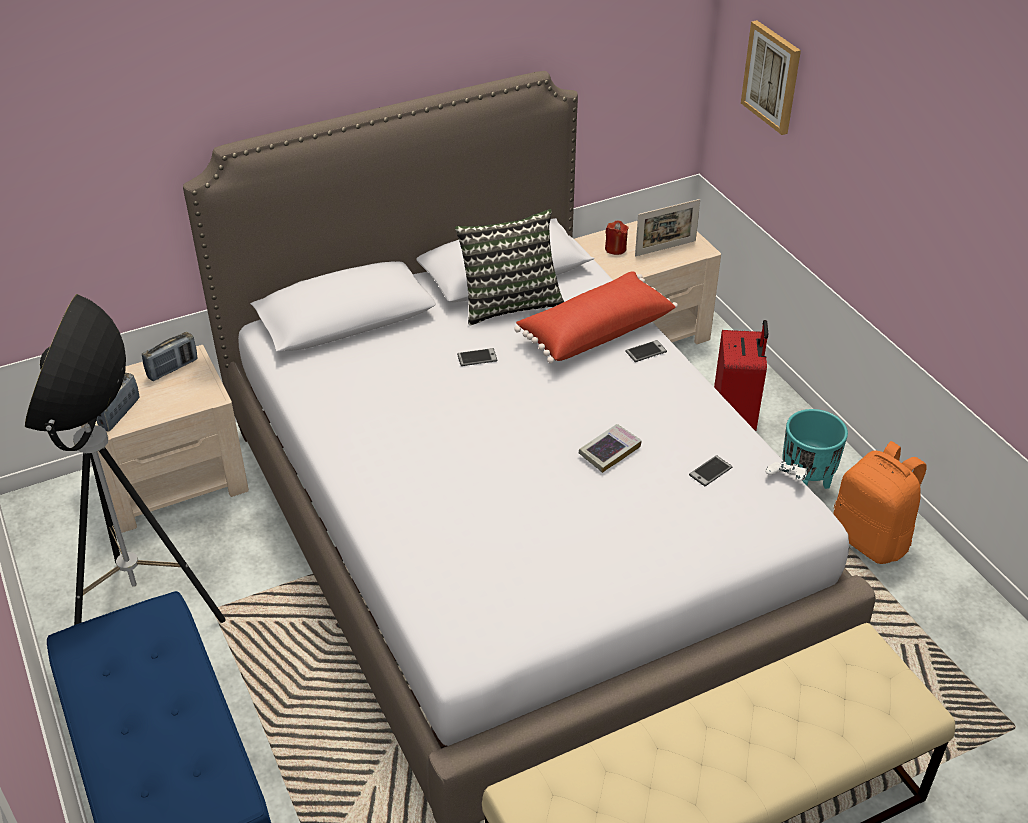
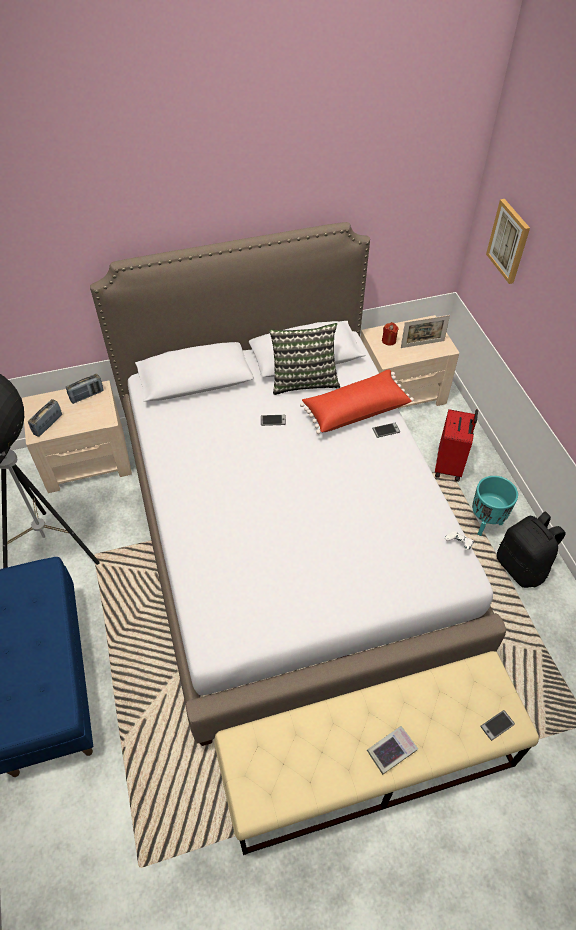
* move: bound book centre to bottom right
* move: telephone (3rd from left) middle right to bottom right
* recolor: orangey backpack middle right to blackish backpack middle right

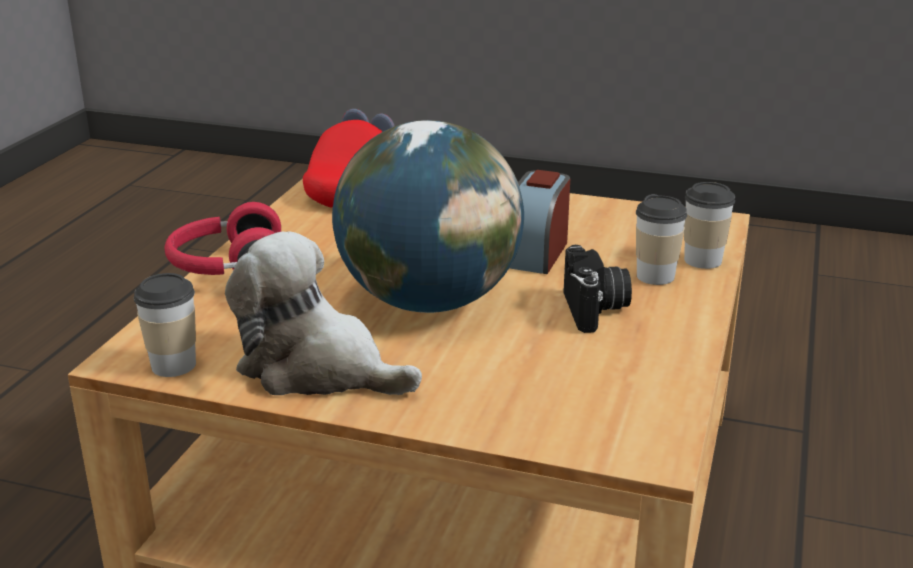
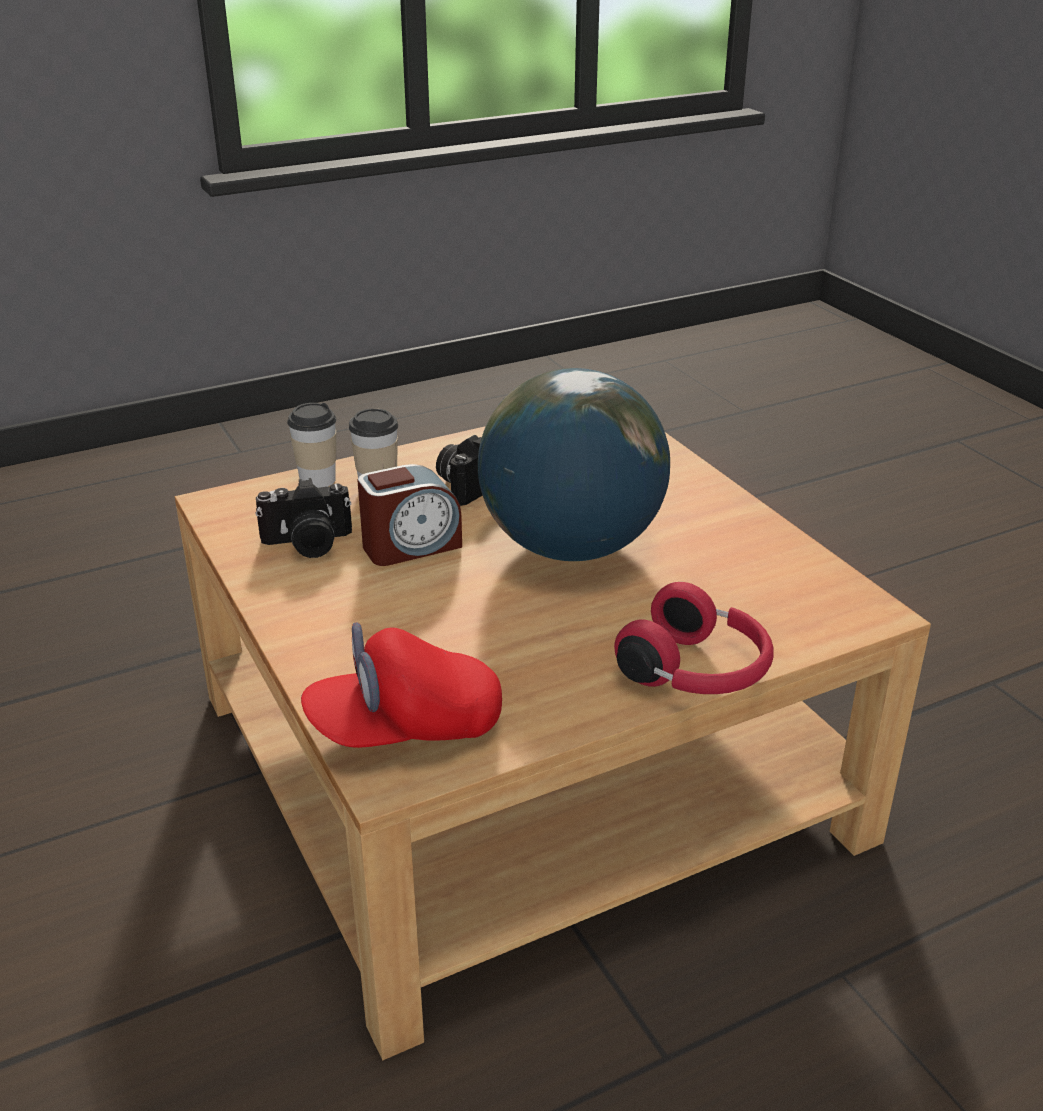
* insert: photo camera (1st from left) middle left
* delete: small cup (1st from left) middle left
* delete: plush toy centre

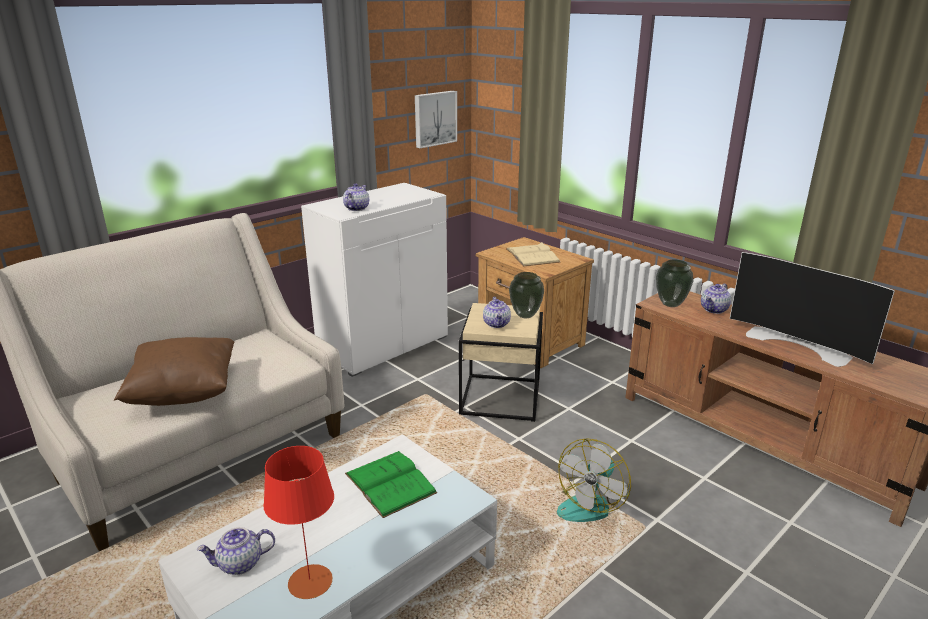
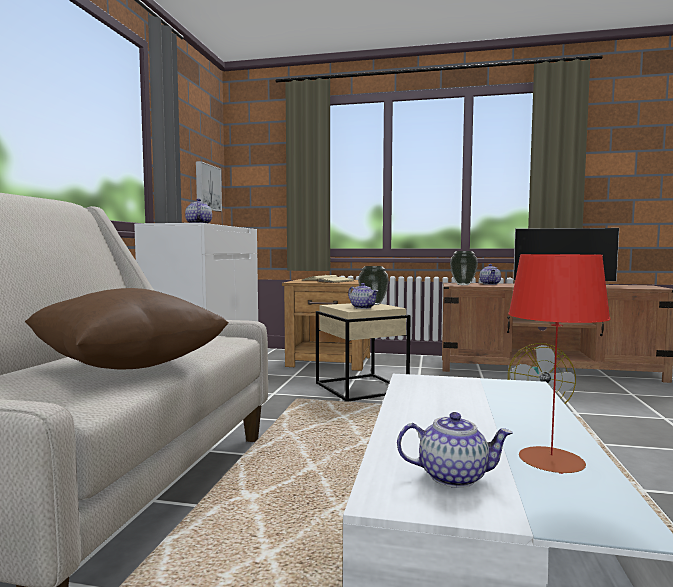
* rotate: tea pot (1st from left in the first image) bottom left = bottom right 120 degrees counterclockwise
* delete: green bound book bottom centre

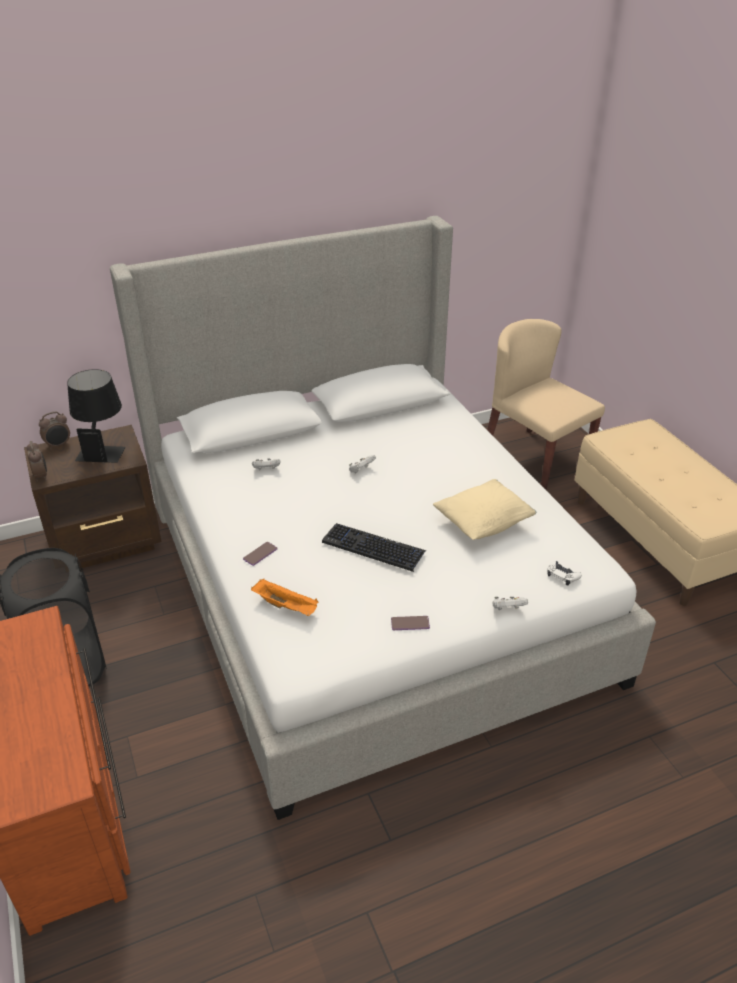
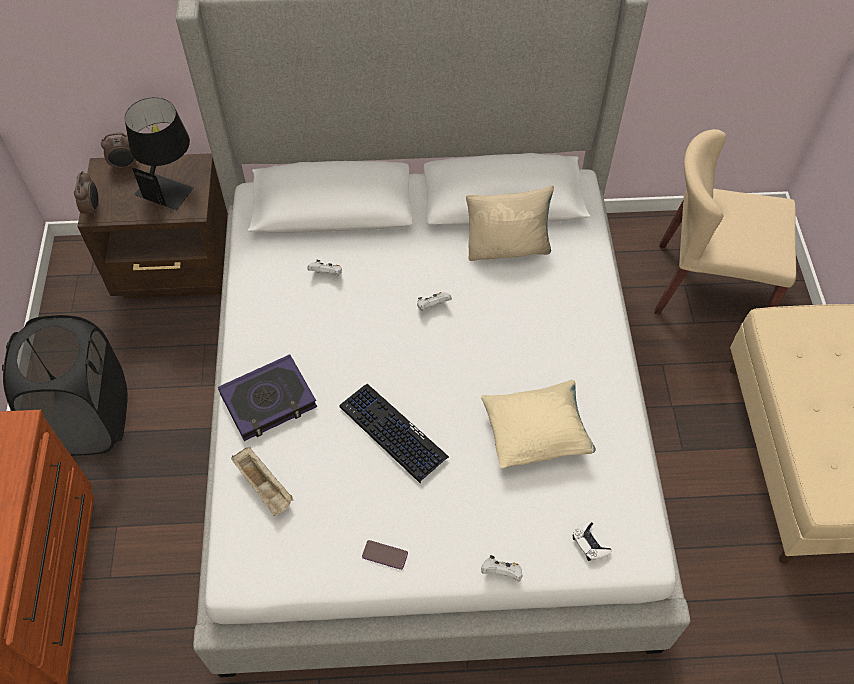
* replace: telephone (1st from left) centre to bound book middle left
* recolor: orangey carrying tray centre to beige-coloured carrying tray bottom left
* insert: beige-coloured cushion (1st from left) top centre
* rotate: beige-coloured upright chair middle right = top right 60 degrees counterclockwise

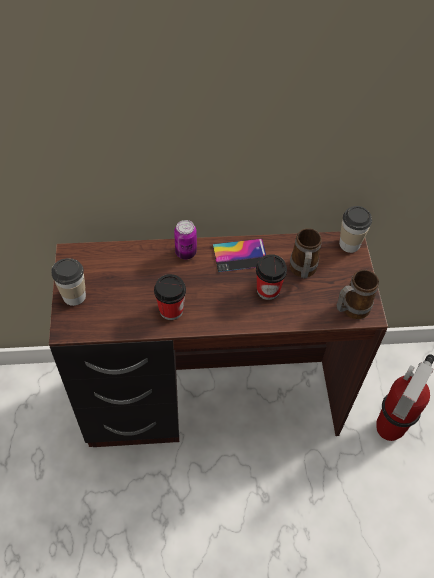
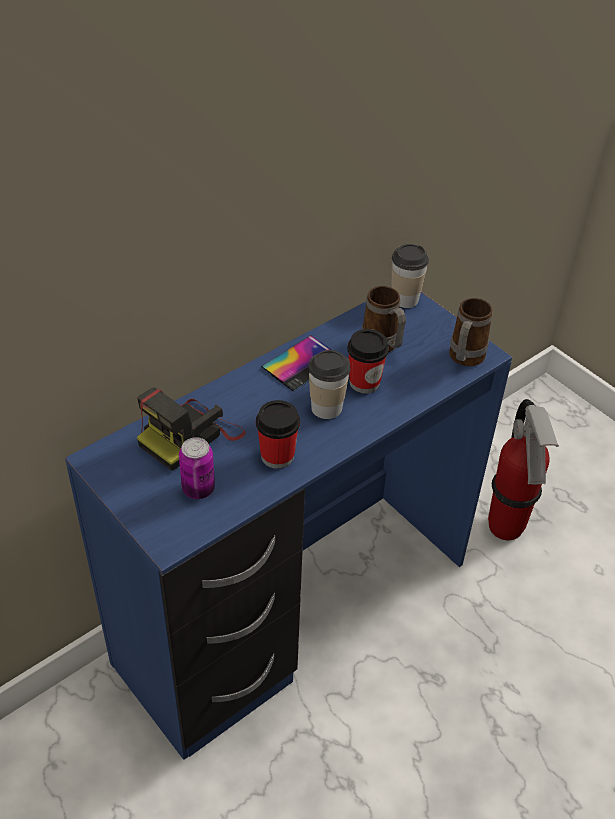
* recolor: brownish desk table centre to blue-coloured desk table centre
* insert: photo camera middle left
* move: metal can centre to middle left
* move: small cup (1st from left in the first image) middle left to small cup (2nd from left) centre

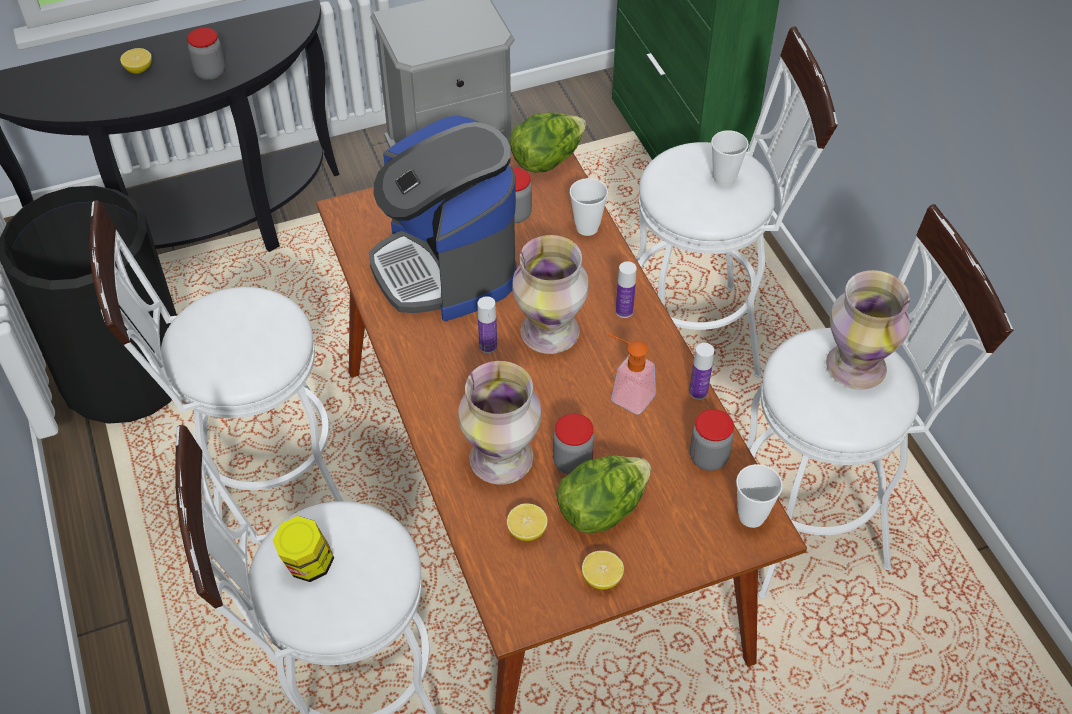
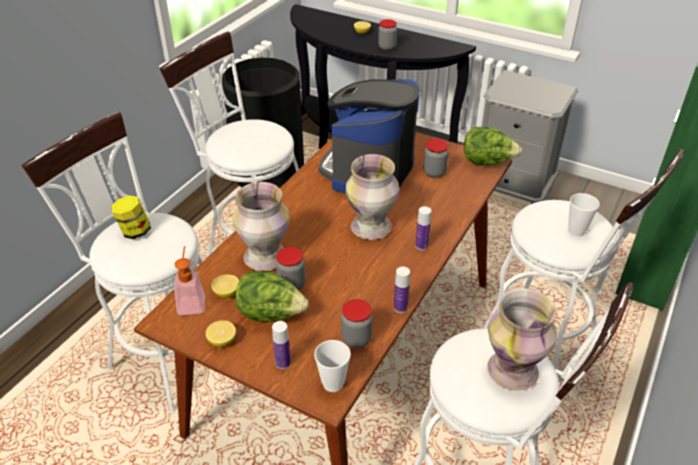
* move: soap bottle centre to middle left
* move: beverage bottle (1st from left) centre to bottom centre
* delete: small cup (1st from left) top centre

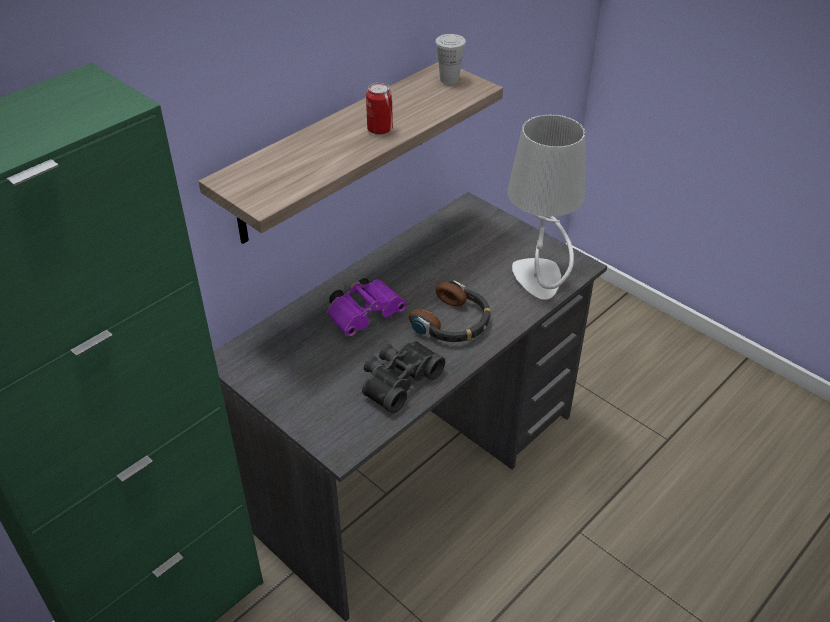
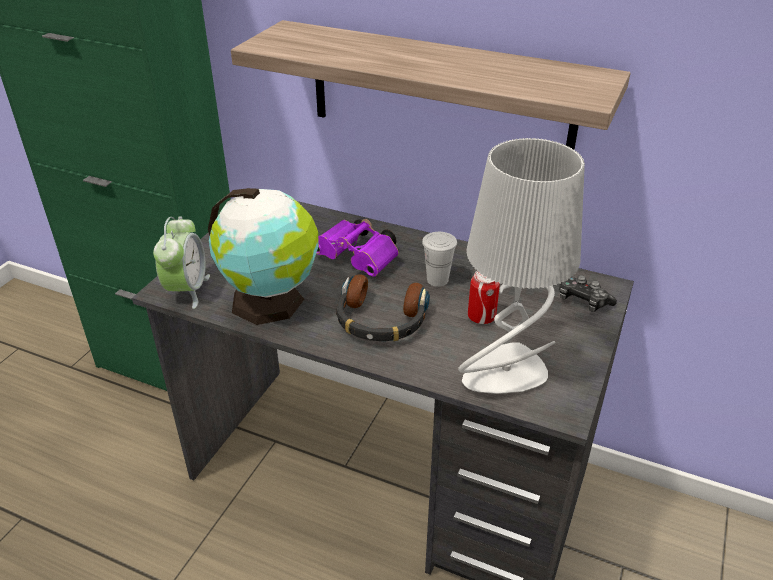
* insert: table clock middle left
* replace: blackish field glasses centre to desk globe centre
* move: white-coloured small cup top centre to centre
* move: metal can top centre to centre
* insert: game controller middle right

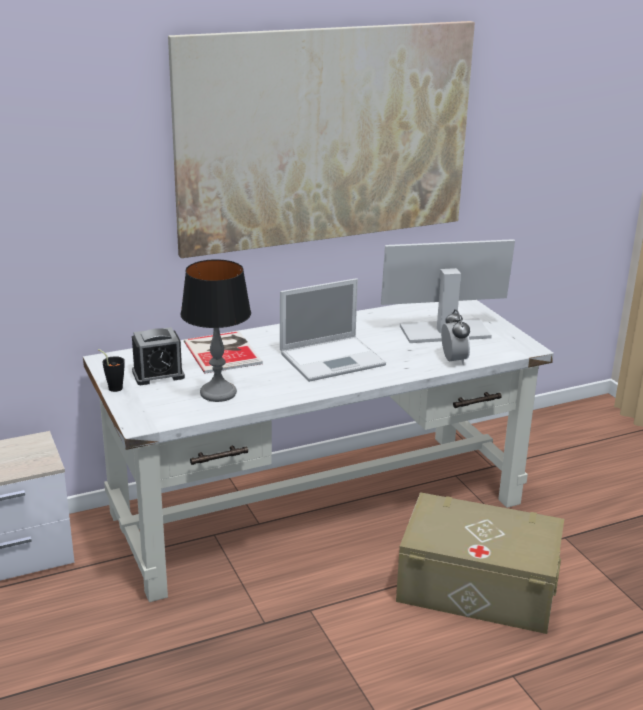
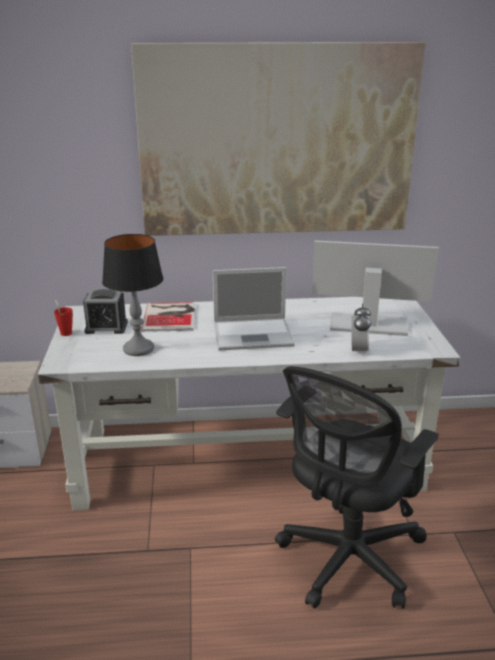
* recolor: blackish small cup middle left to red-coloured small cup middle left
* replace: beige-coloured storage container bottom right to blackish computer chair bottom right

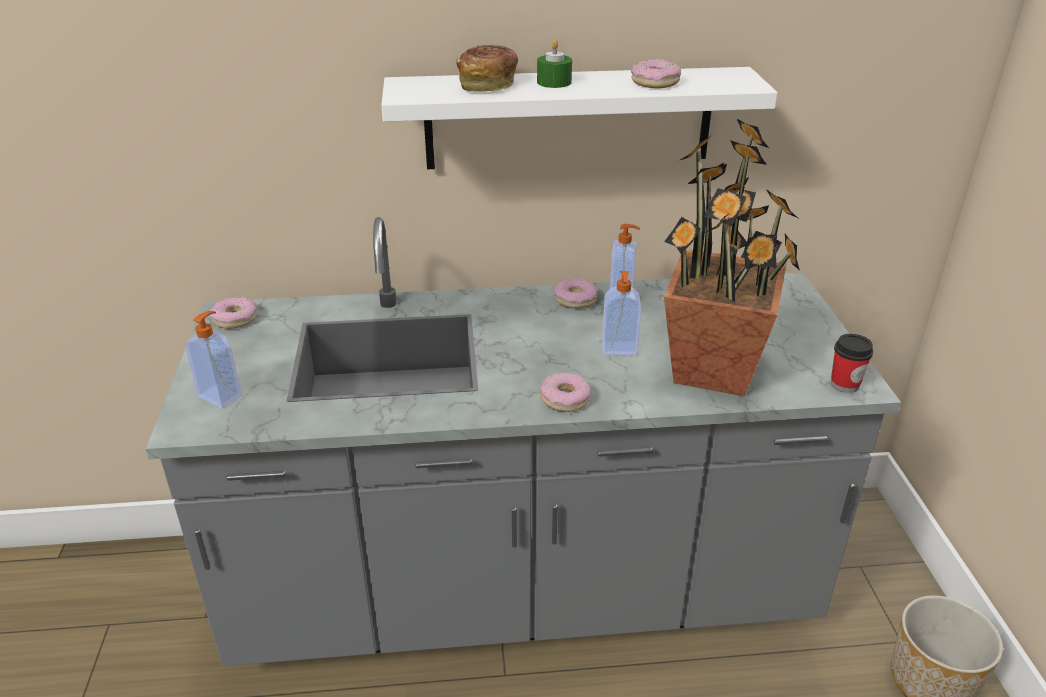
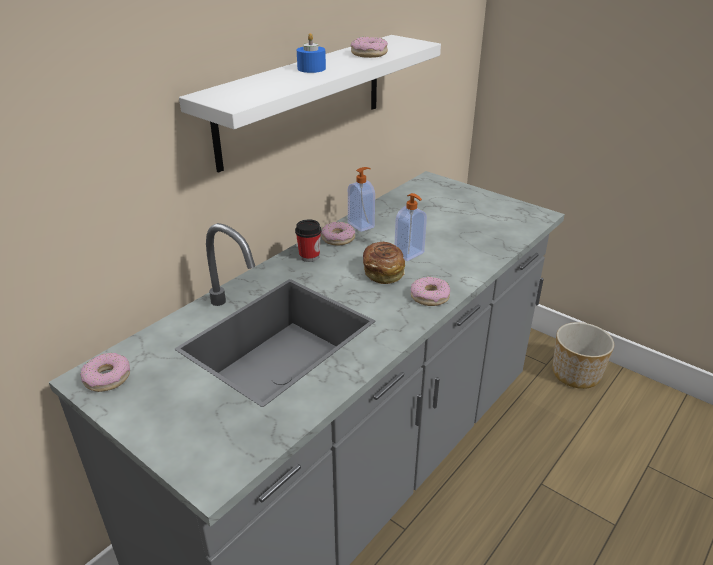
* move: small cup middle right to centre
* recolor: green wax light top centre to blue-coloured wax light top centre
* move: bread top centre to centre
* delete: soap bottle (1st from left) middle left
* delete: plant in a pot middle right

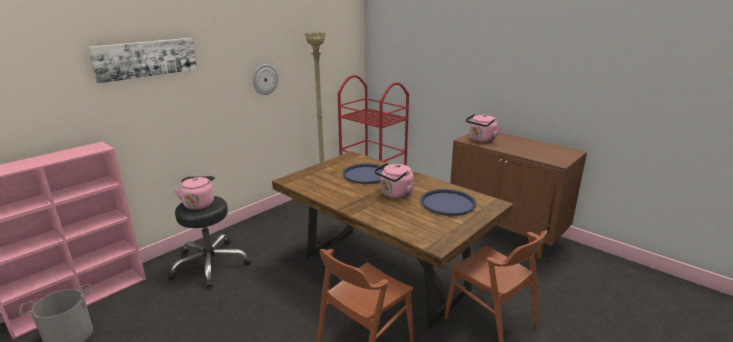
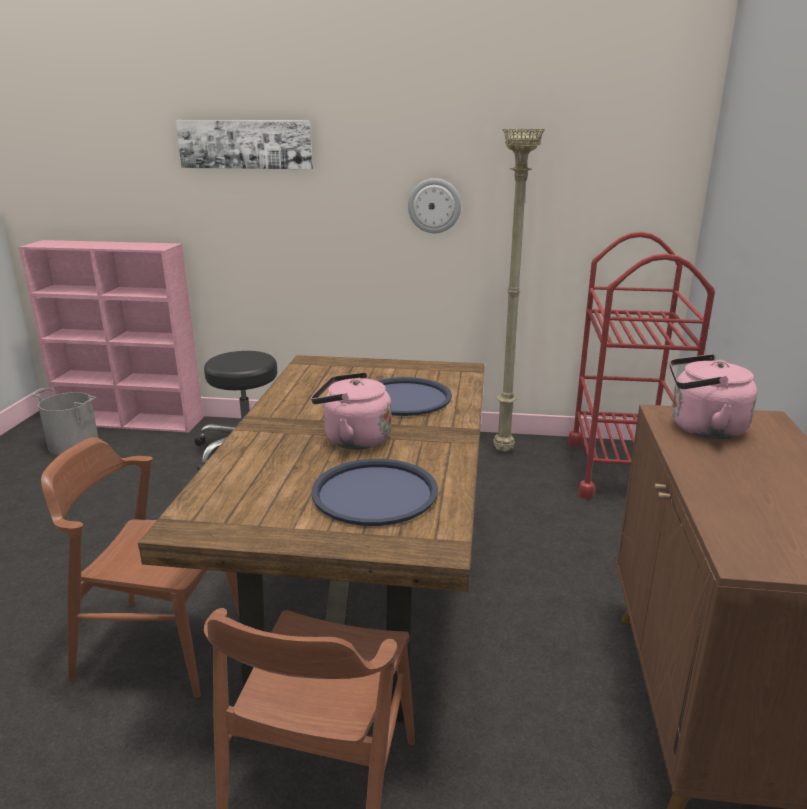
* delete: pink-coloured tea kettle (1st from left) middle left

